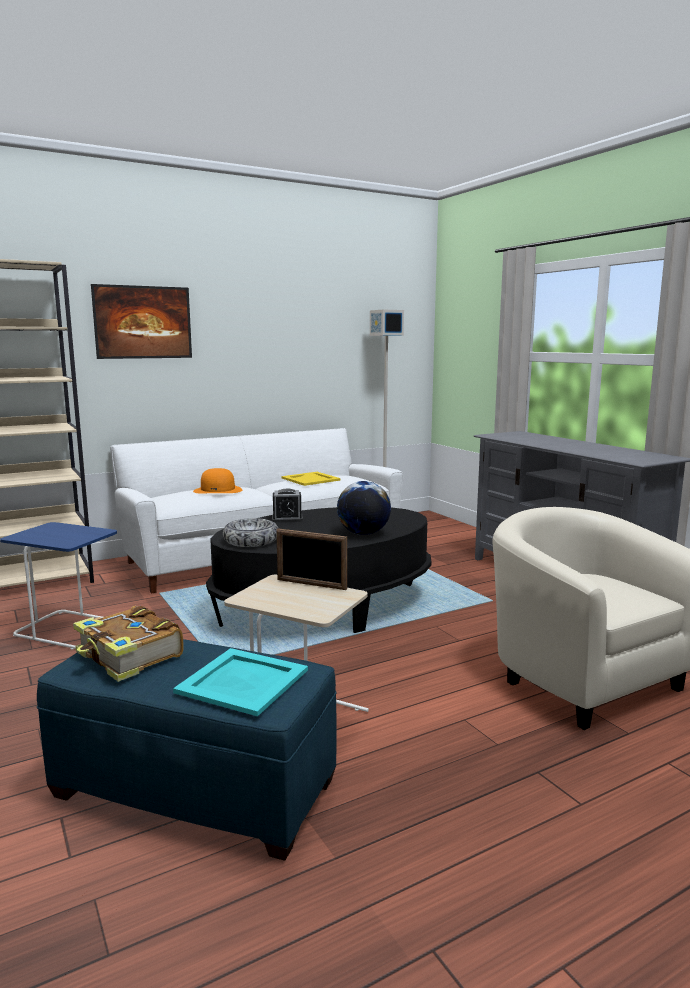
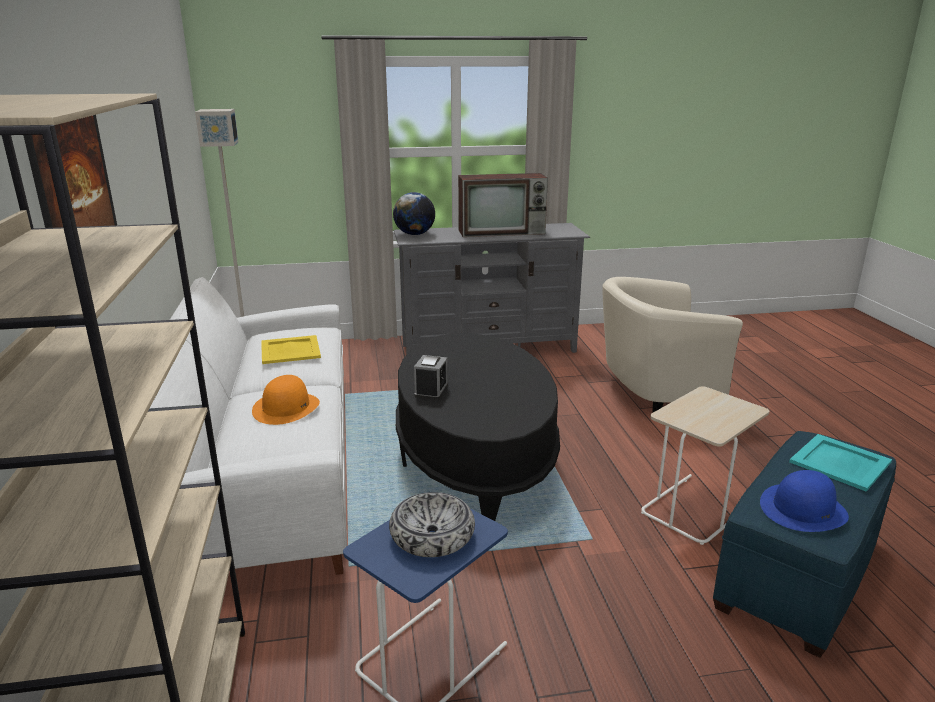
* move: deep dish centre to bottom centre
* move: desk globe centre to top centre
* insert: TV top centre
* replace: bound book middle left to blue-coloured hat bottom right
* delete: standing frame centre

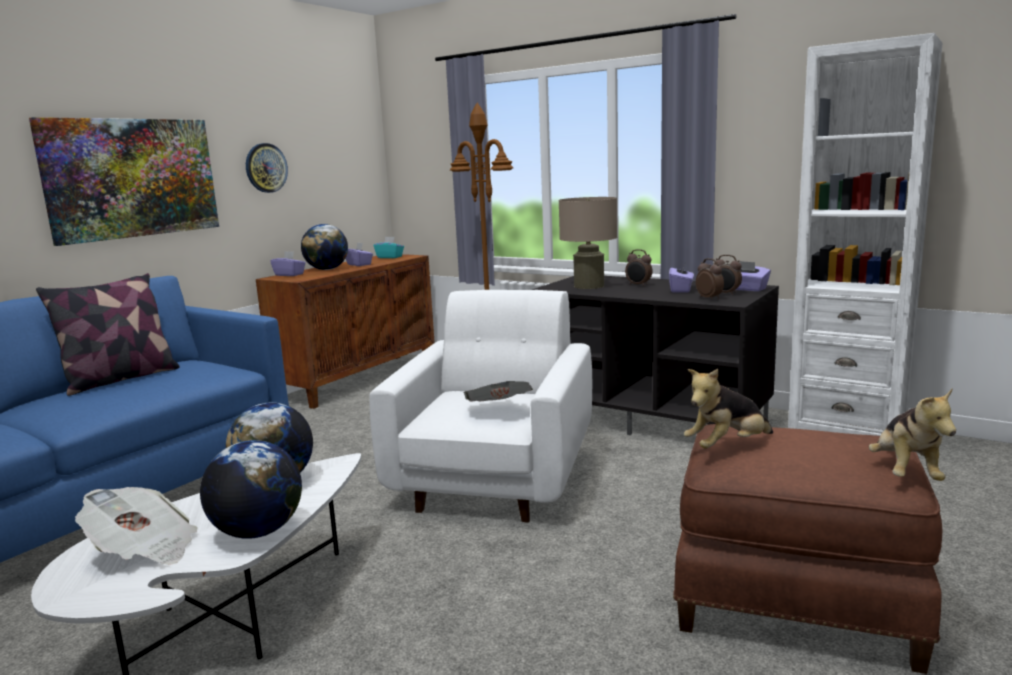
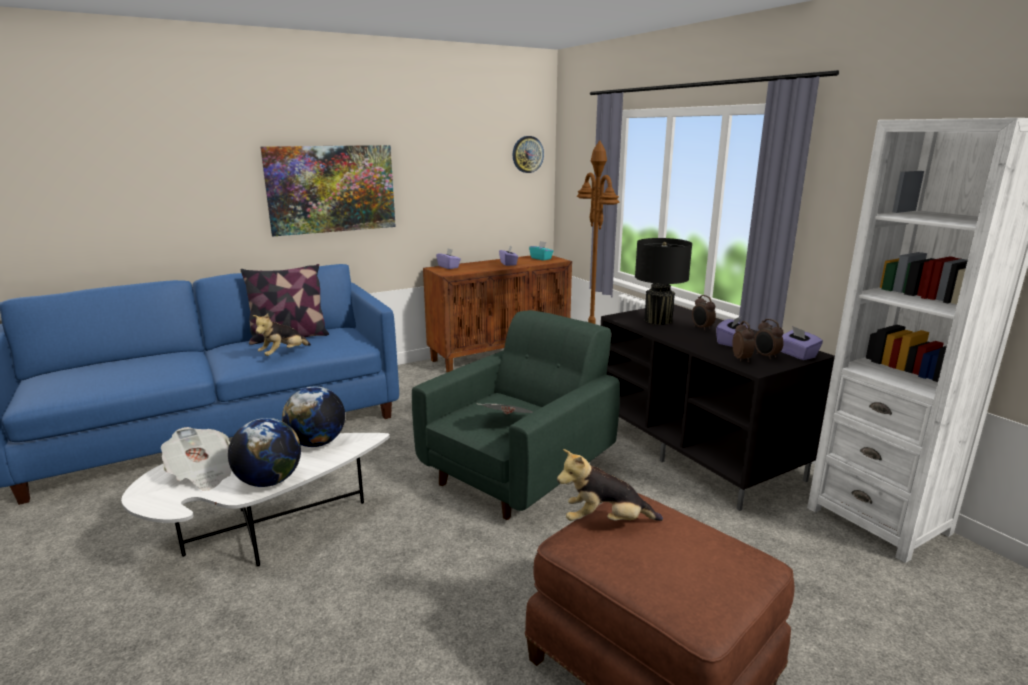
* move: plush toy (2nd from left in the first image) middle right to plush toy (1st from left) middle left
* recolor: white-coloured easy chair centre to green easy chair centre
* move: hanging clock top left to top centre
* recolor: beige-coloured table lamp centre to blackish table lamp centre
* delete: desk globe (3rd from left) middle left

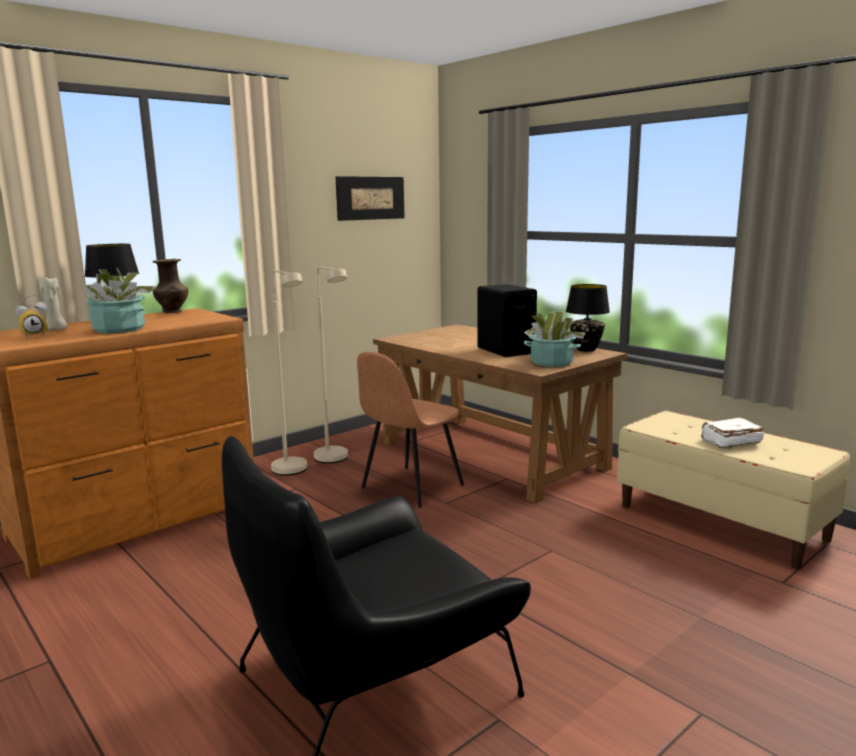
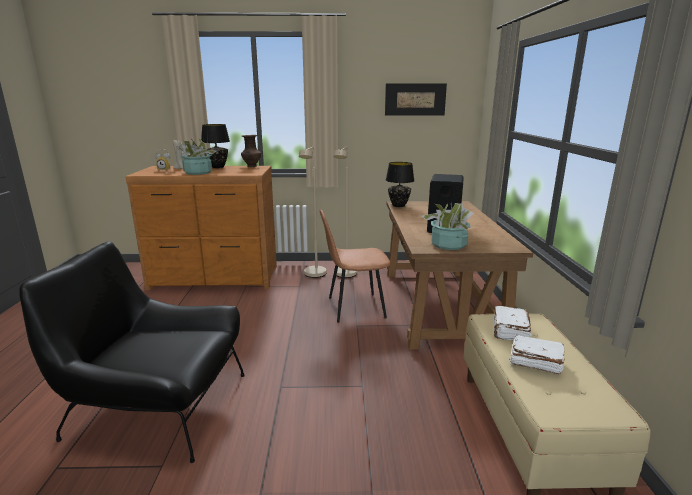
* move: blackish table lamp (2nd from left) middle right to centre
* insert: white-coloured bound book (1st from left) middle right

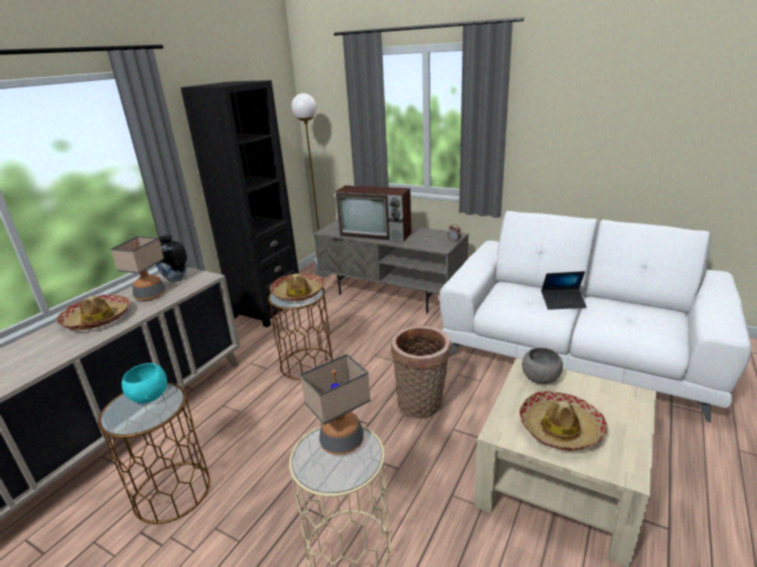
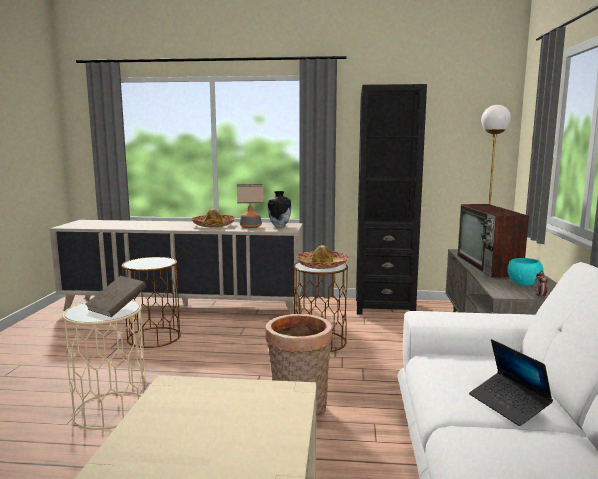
* replace: table lamp (2nd from left) bottom centre to brownish bound book middle left
* move: turquoise deep dish bottom left to middle right
* delete: hat (3rd from left) bottom right
* delete: gray deep dish middle right

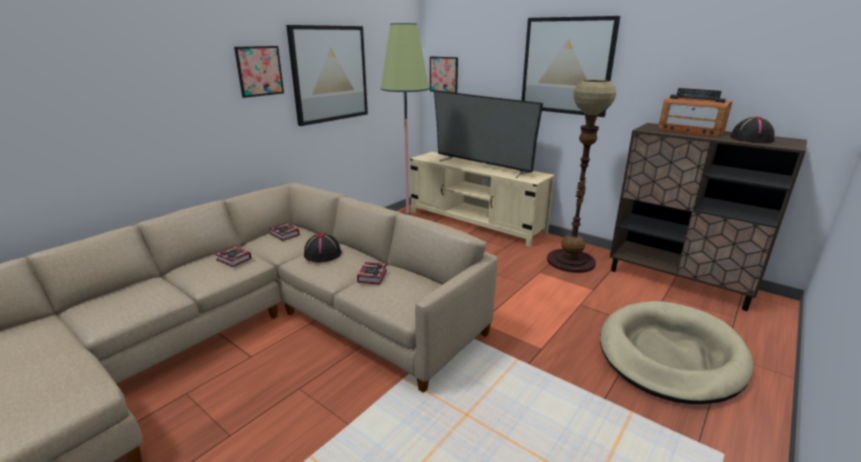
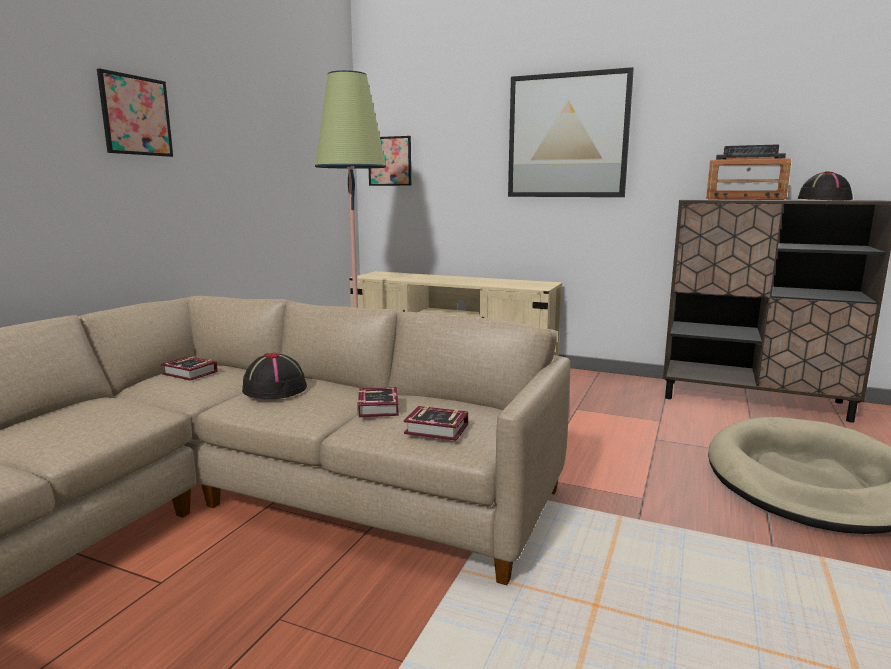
* move: bound book (1st from left in the first image) middle left to bound book (3rd from left) centre
* delete: wall picture (2nd from left) top centre
* delete: TV top centre
* delete: standing lamp (2nd from left) middle right

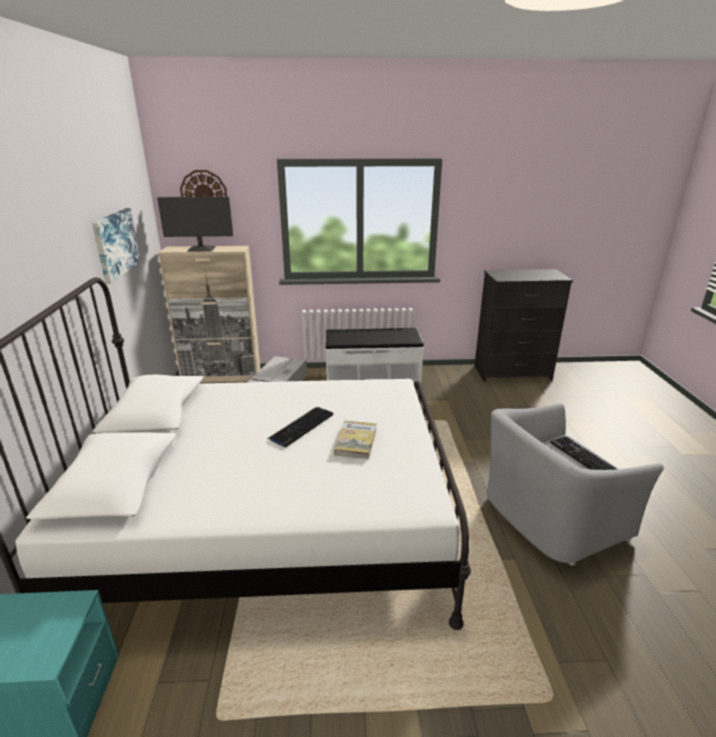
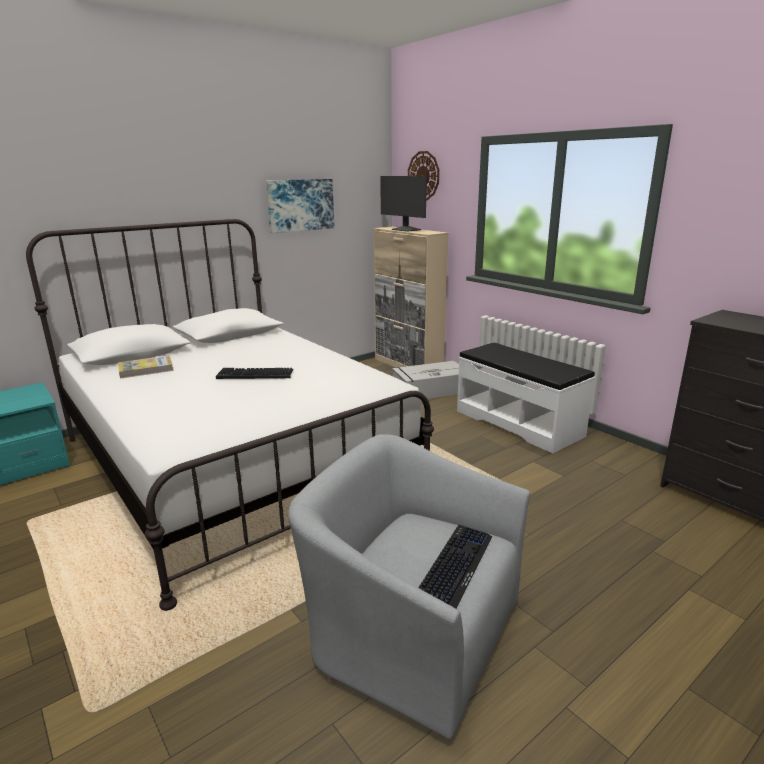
* move: bound book centre to middle left

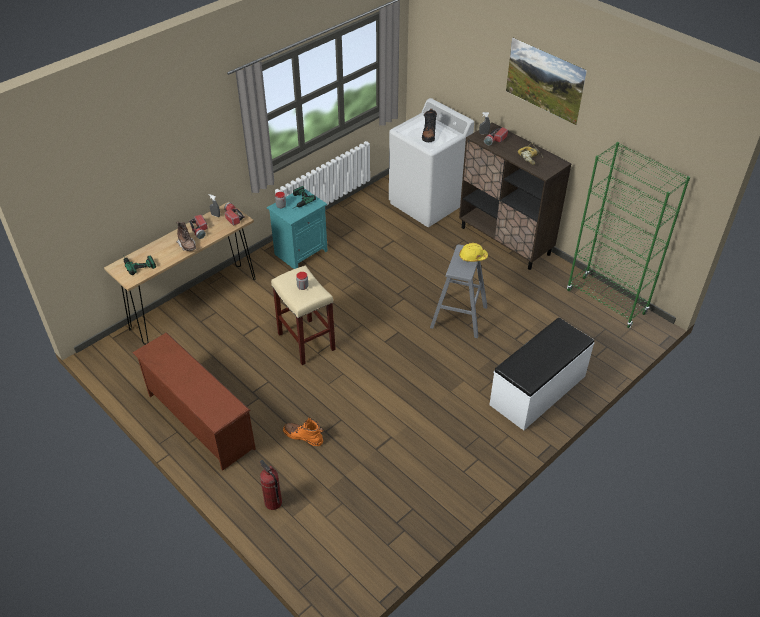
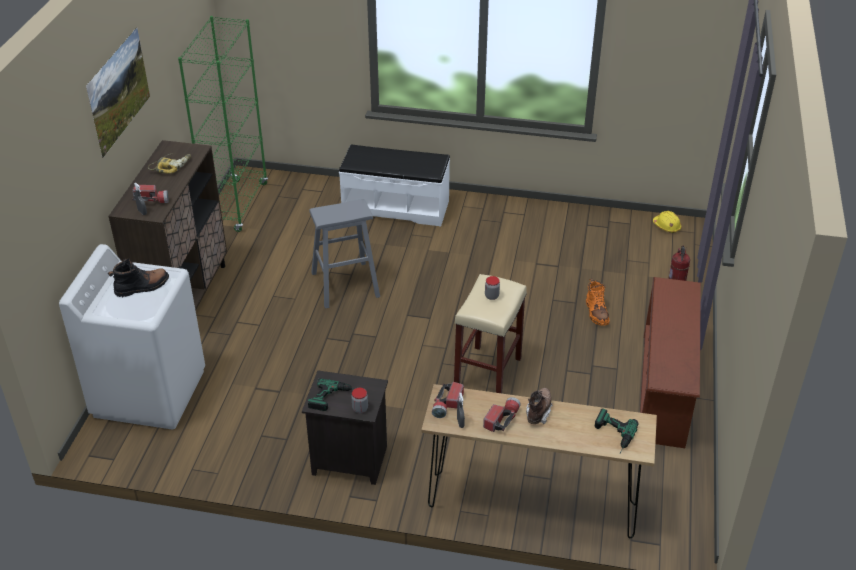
* recolor: turquoise nightstand centre to blackish nightstand bottom centre
* move: yellow safety helmet centre to middle right

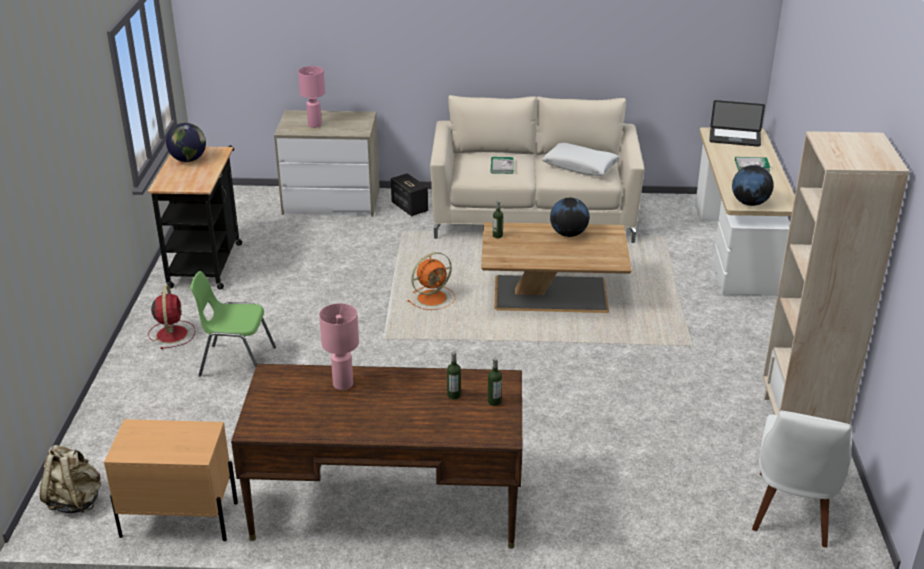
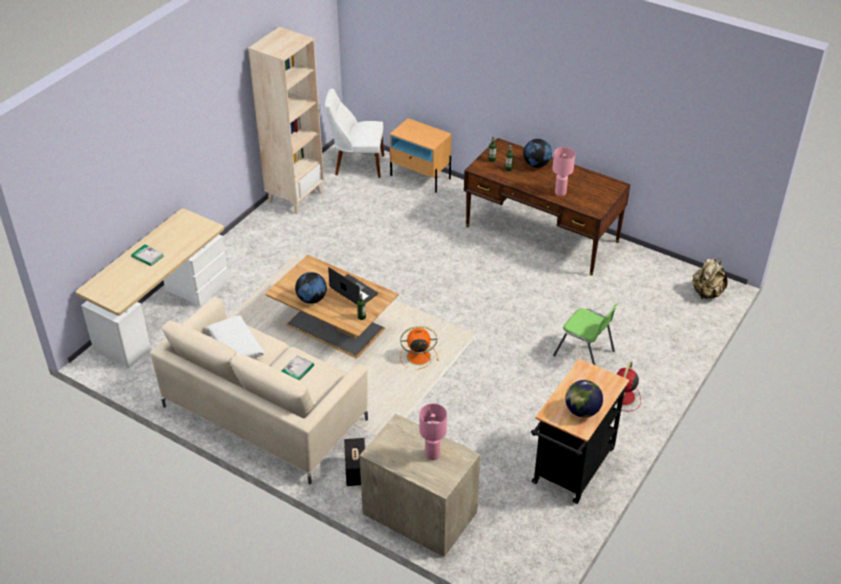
* rotate: white-coloured upright chair bottom right = top centre 135 degrees counterclockwise
* move: portable computer top right to centre
* move: beige-coloured nightstand bottom left to top centre
* move: desk globe (3rd from left in the first image) top right to desk globe (2nd from left) top centre

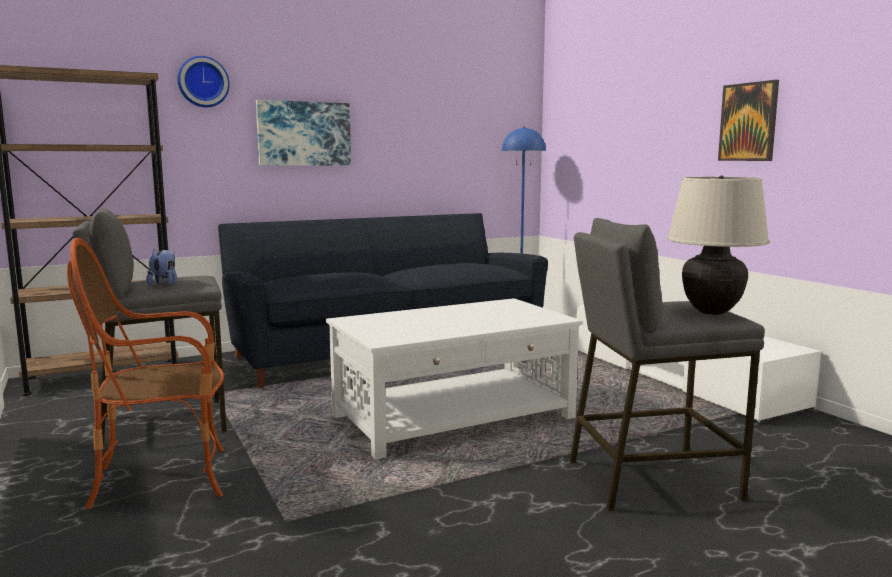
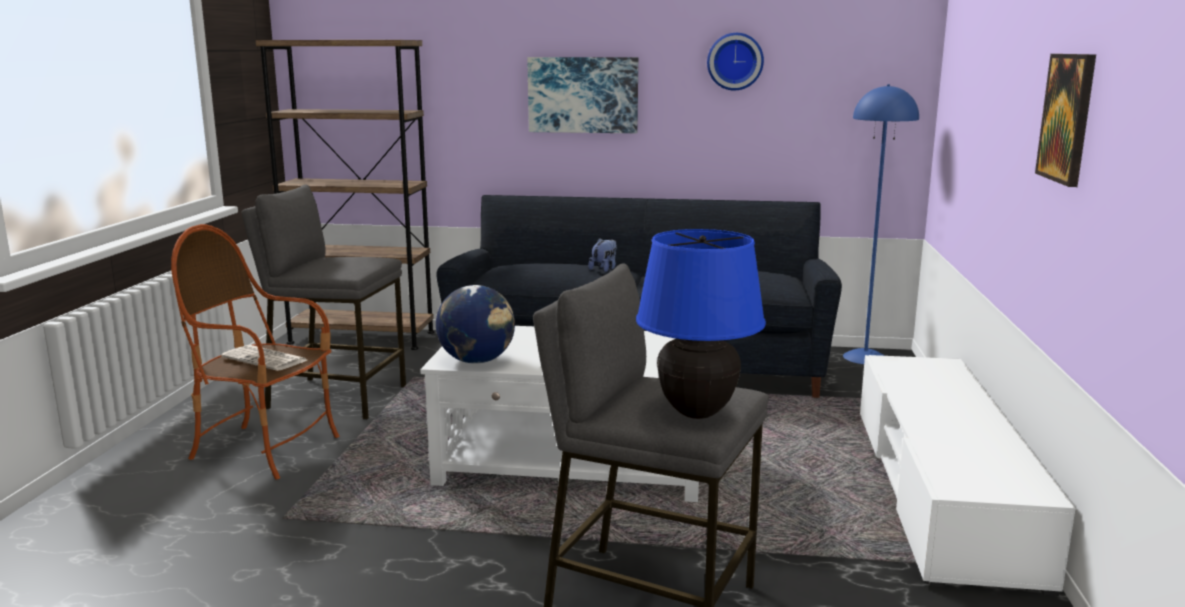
* insert: newspaper middle left
* insert: desk globe centre
* move: plush toy middle left to centre
* recolor: beige-coloured table lamp middle right to blue-coloured table lamp centre
* move: hanging clock top left to top centre

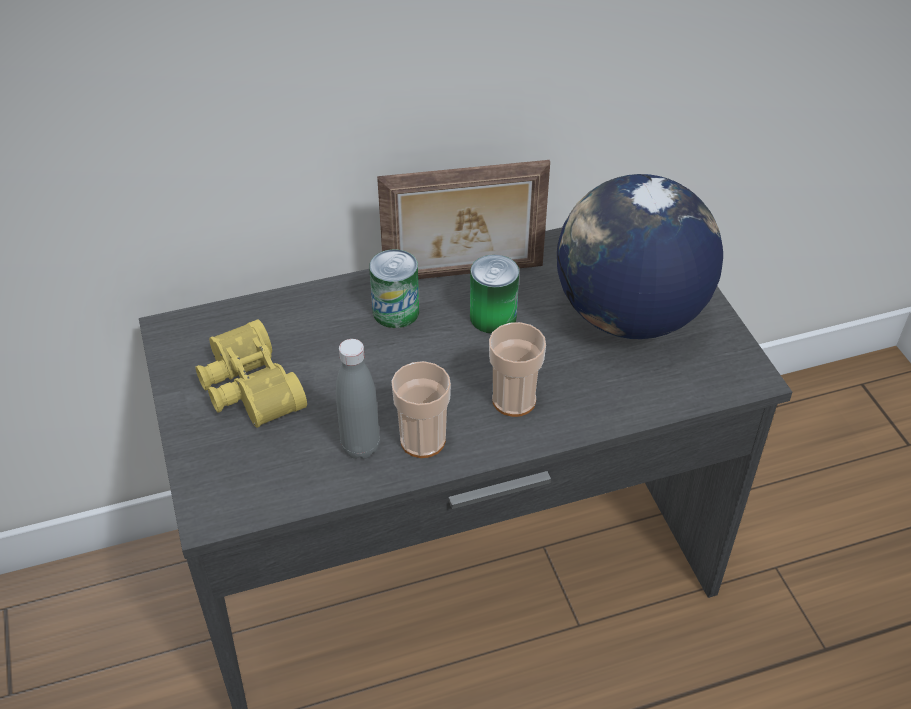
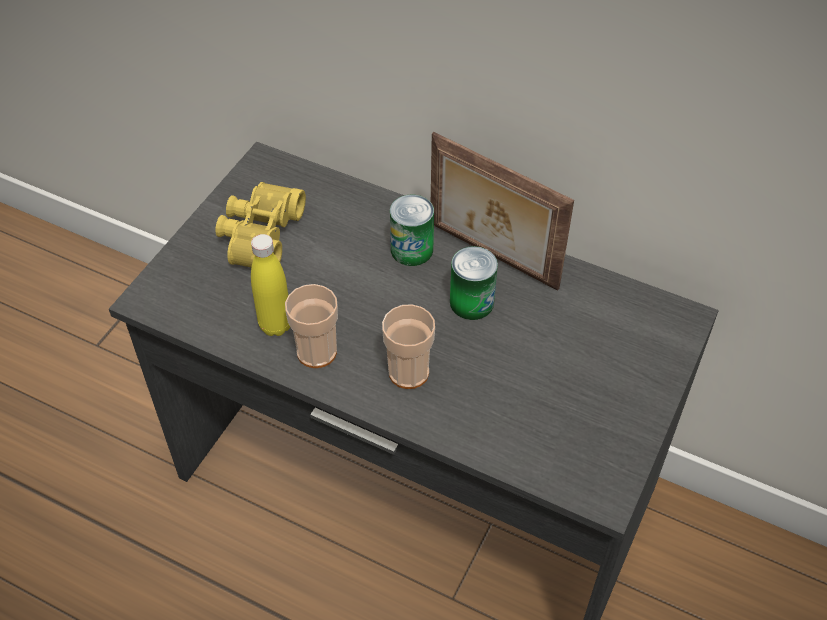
* recolor: gray beverage bottle centre to yellow beverage bottle middle left
* delete: desk globe middle right

